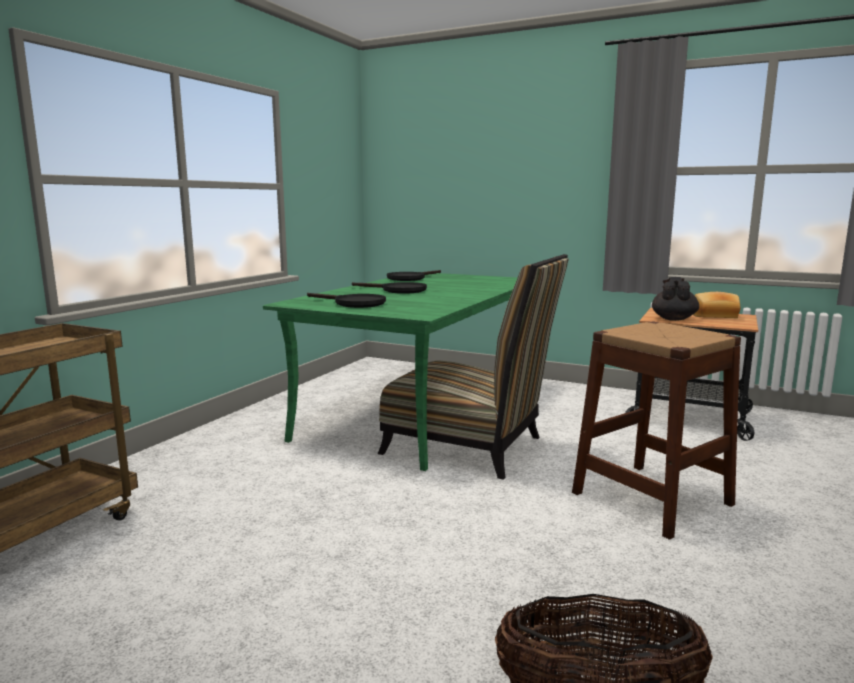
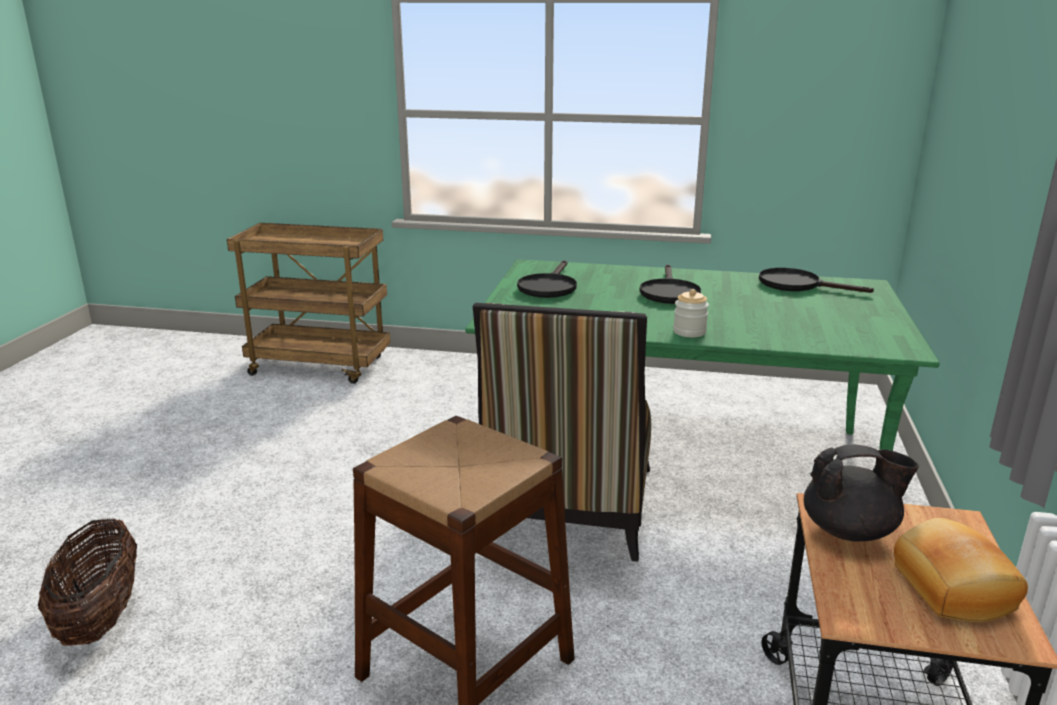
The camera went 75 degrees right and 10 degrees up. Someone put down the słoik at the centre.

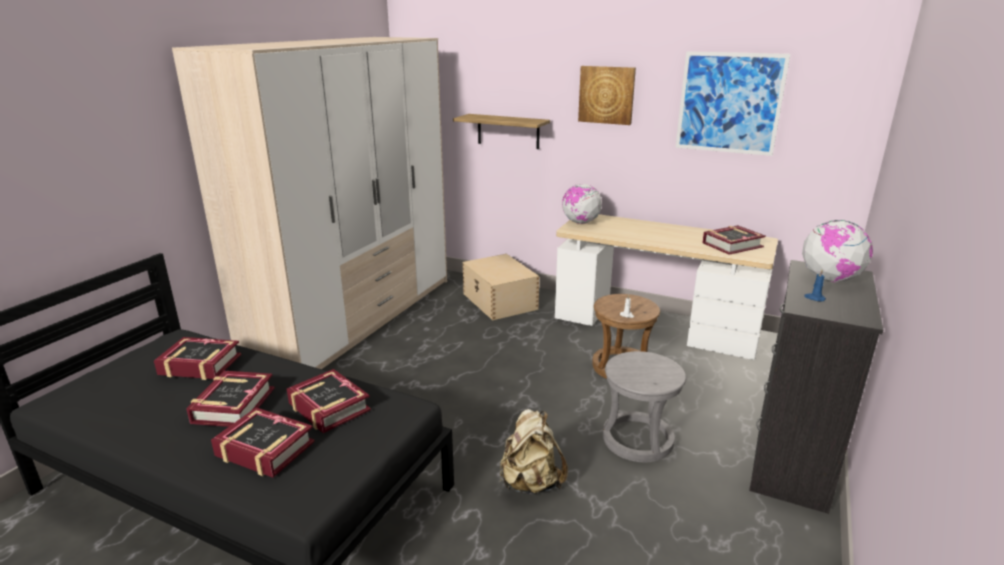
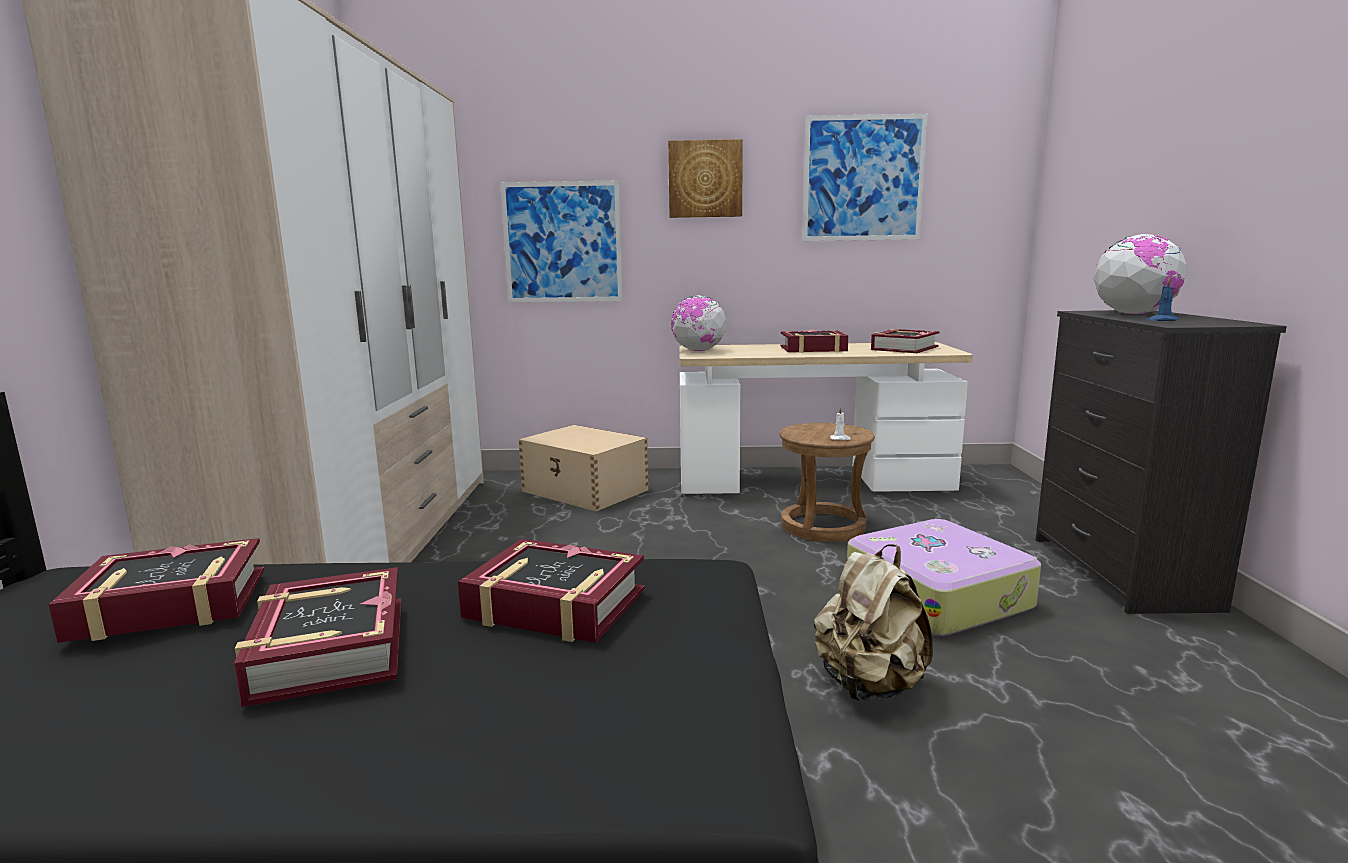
The camera went 25 degrees left and 10 degrees down. Someone carried the książka (no. 3 from left in the first image) from the bottom left to the centre. Someone swapped the półka at the top centre for the obraz (no. 1 from left) at the top centre. Someone swapped the stołek/szary at the bottom centre for the walizka at the bottom right.

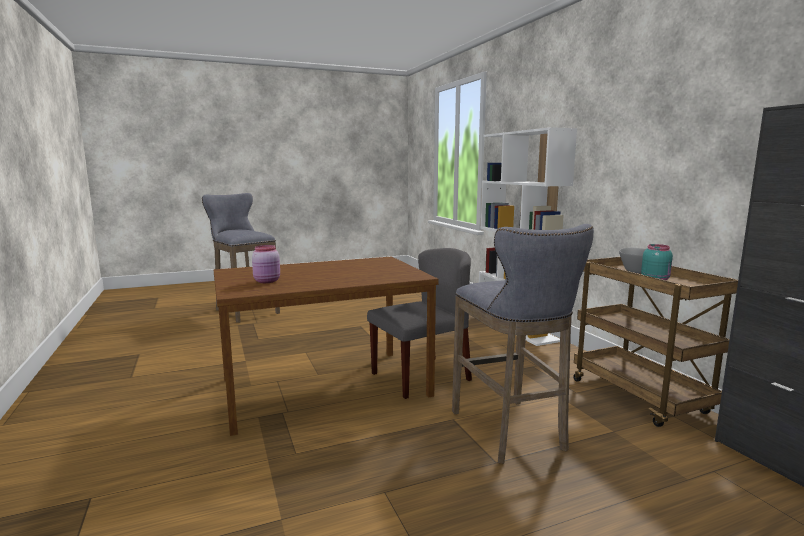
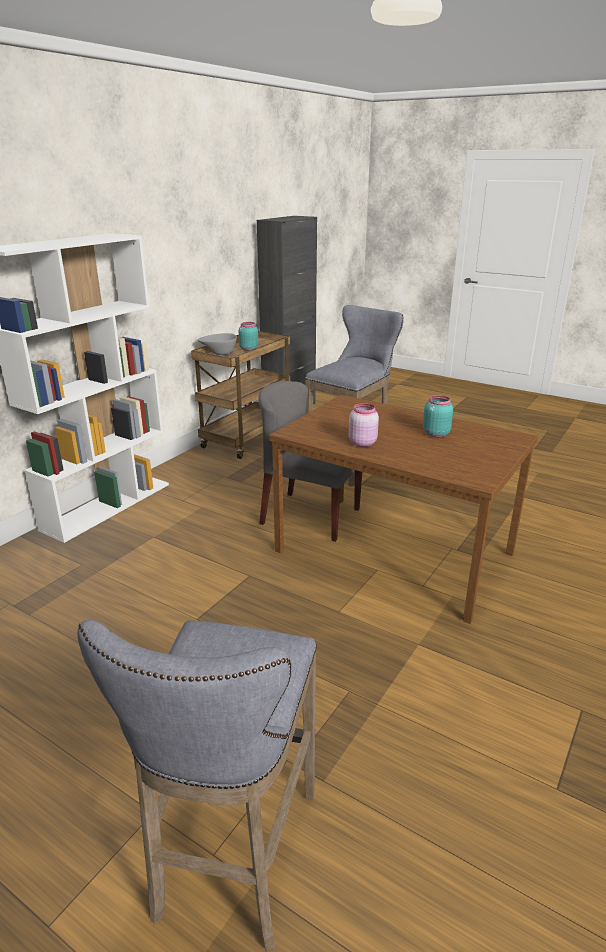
The camera went 125 degrees left and 15 degrees up. Someone carried the słoik/różowy from the middle left to the centre. Someone put down the słoik/turkusowy (no. 2 from left) at the middle right.

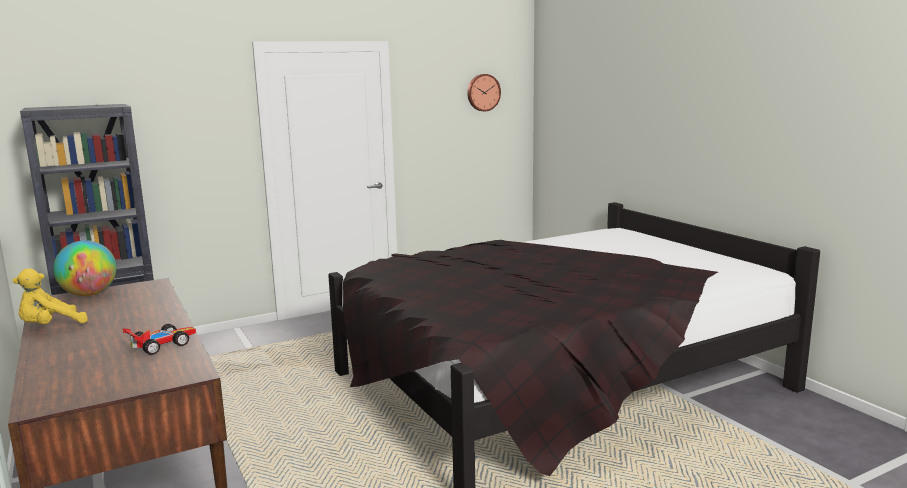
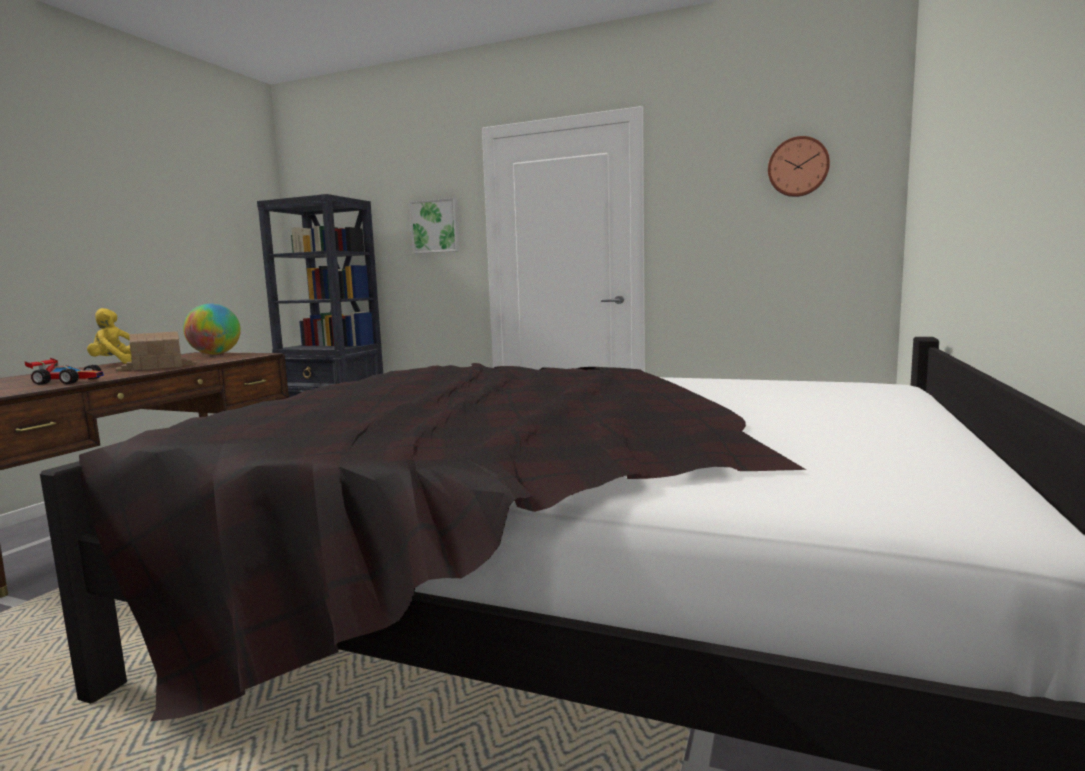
The camera went 50 degrees right and 5 degrees down. Someone put down the domek at the middle left. Someone put up the obraz at the top centre.

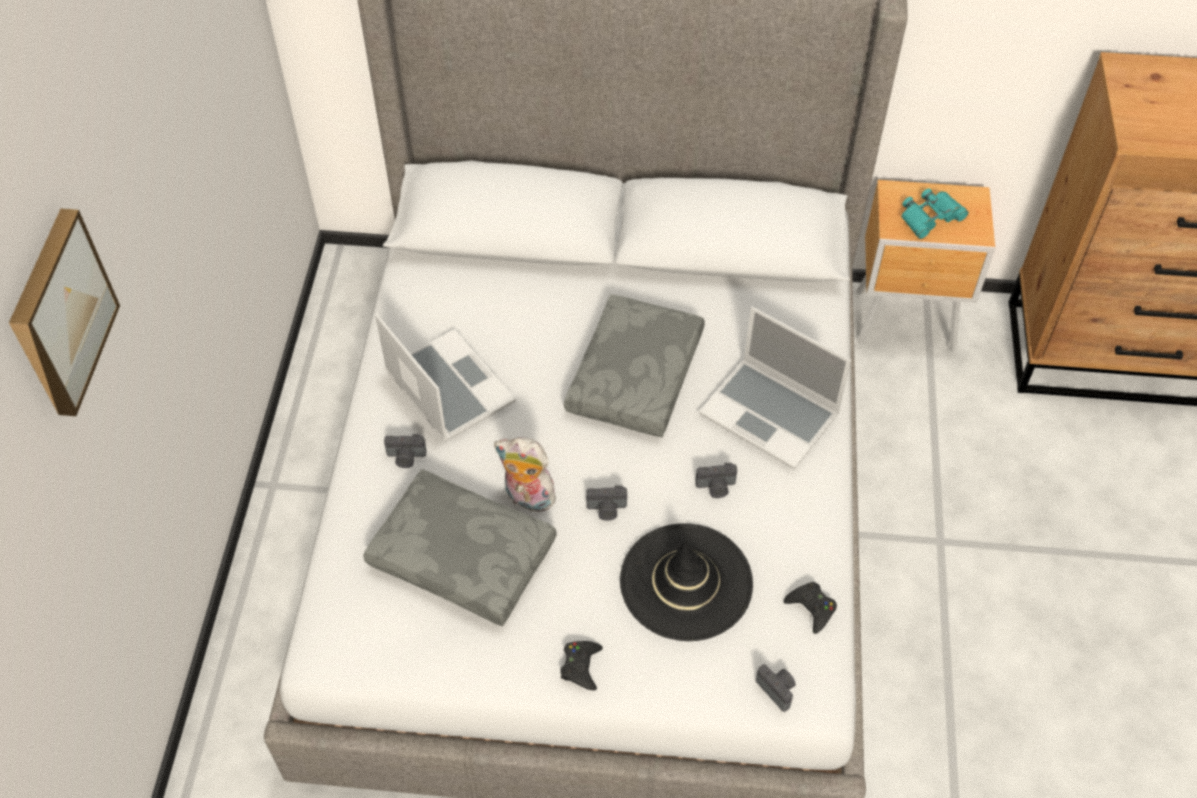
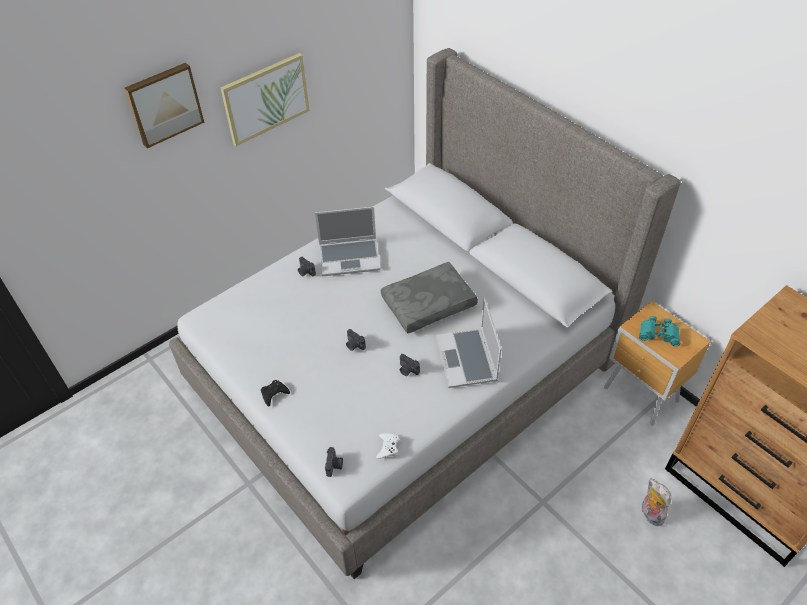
The camera went 45 degrees right and 5 degrees down. Someone took away the poduszka/szary (no. 1 from left) at the bottom centre. Someone rotated the laptop (no. 1 from left) at the centre by 75 degrees clockwise. Someone carried the pluszak from the centre to the bottom right. Someone took away the kapelusz/czarny at the bottom centre. Someone repainted the pad do gier/czarny (no. 2 from left) at the bottom right, which became the pad do gier/biały at the bottom centre. Someone put up the obraz (no. 2 from left) at the top left.

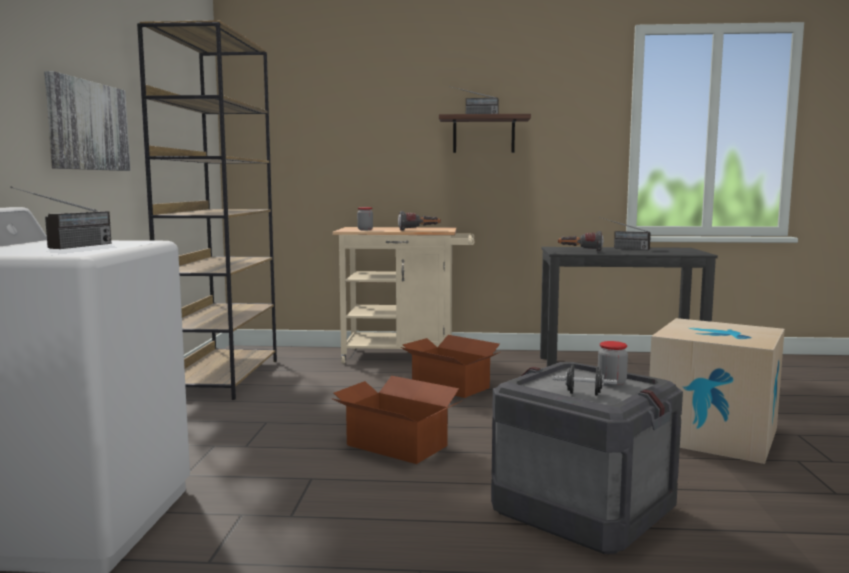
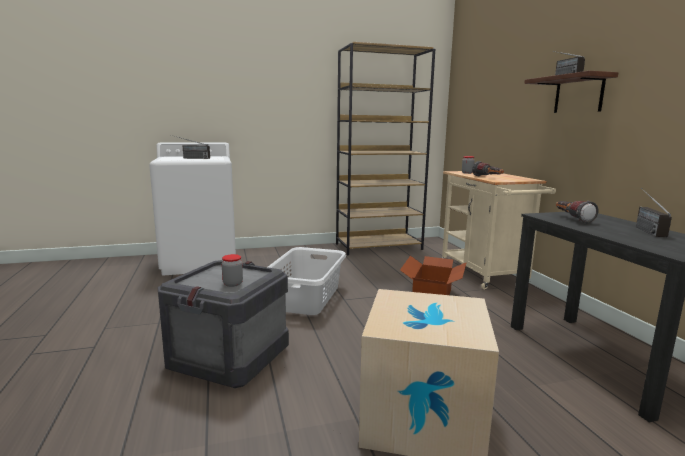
The camera went 70 degrees right and 5 degrees up. Someone took away the obraz at the top left. Someone swapped the karton (no. 1 from left) at the bottom centre for the kosz na pranie/szary at the centre. Someone took away the hantel/czarny at the middle right.

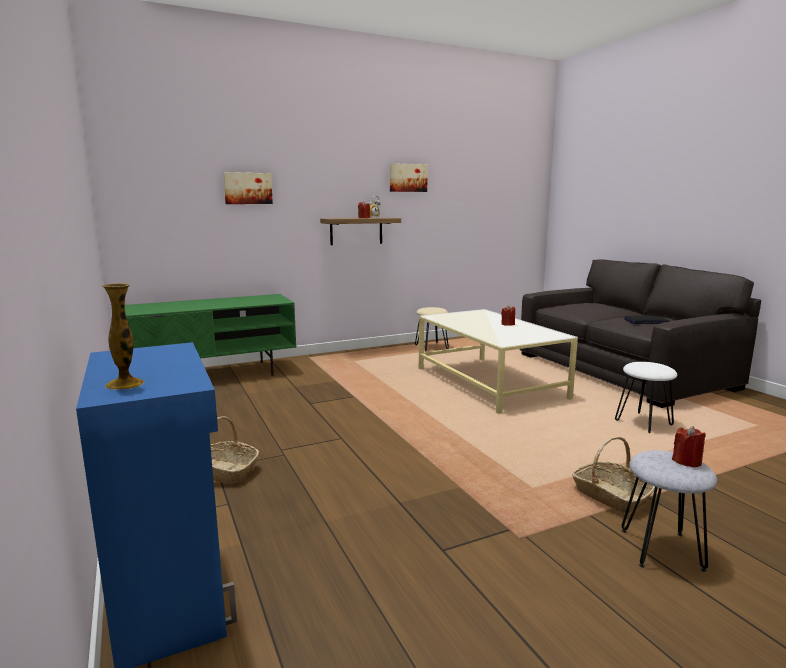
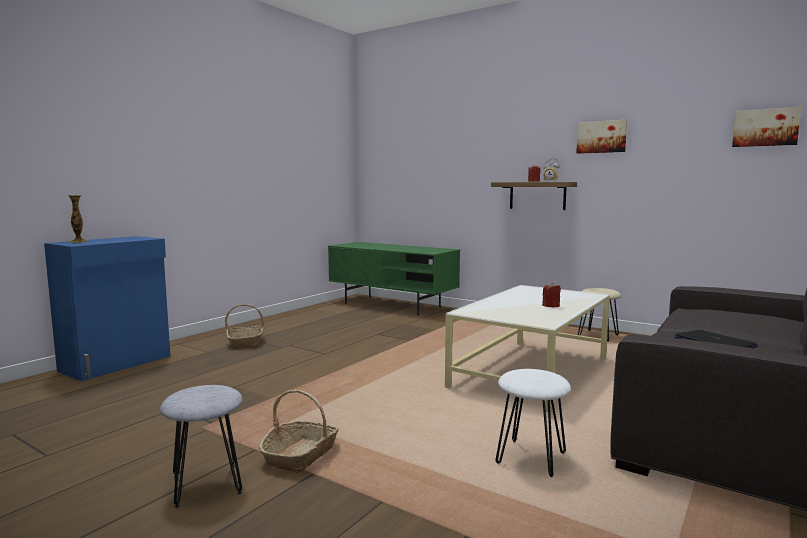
The camera went 60 degrees right and 5 degrees down. Someone carried the obraz (no. 1 from left in the first image) from the top left to the top right. Someone took away the świeca/czerwony (no. 3 from left) at the bottom right.

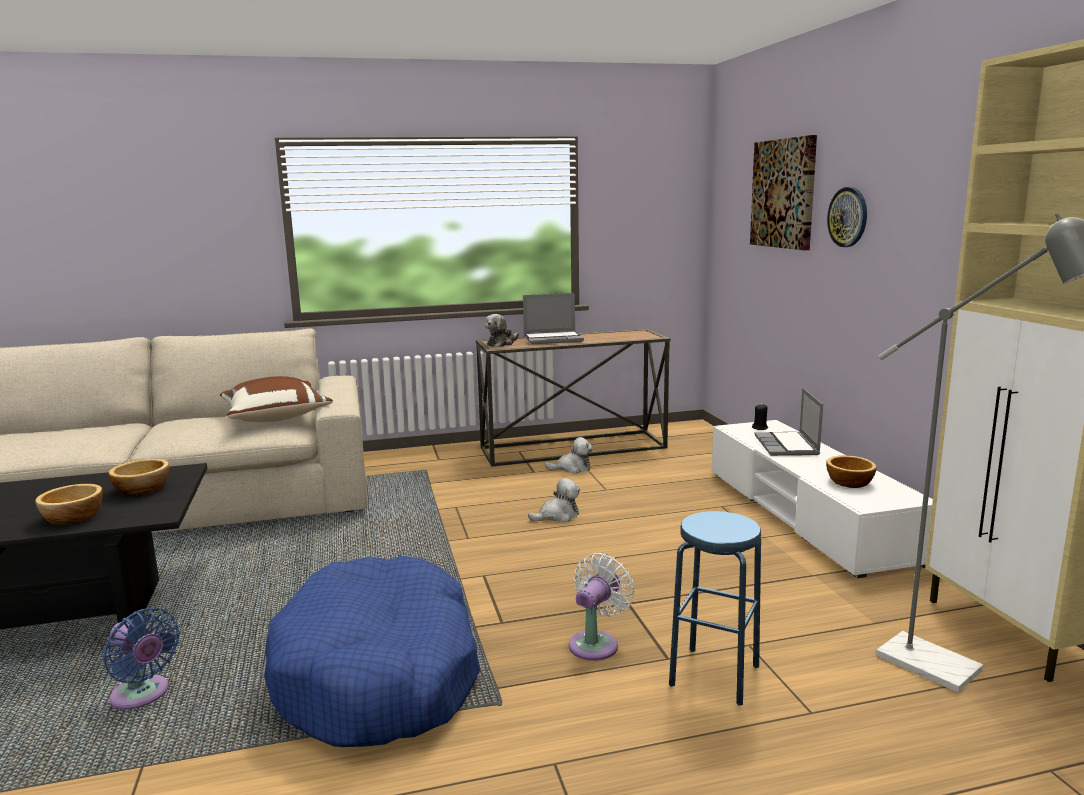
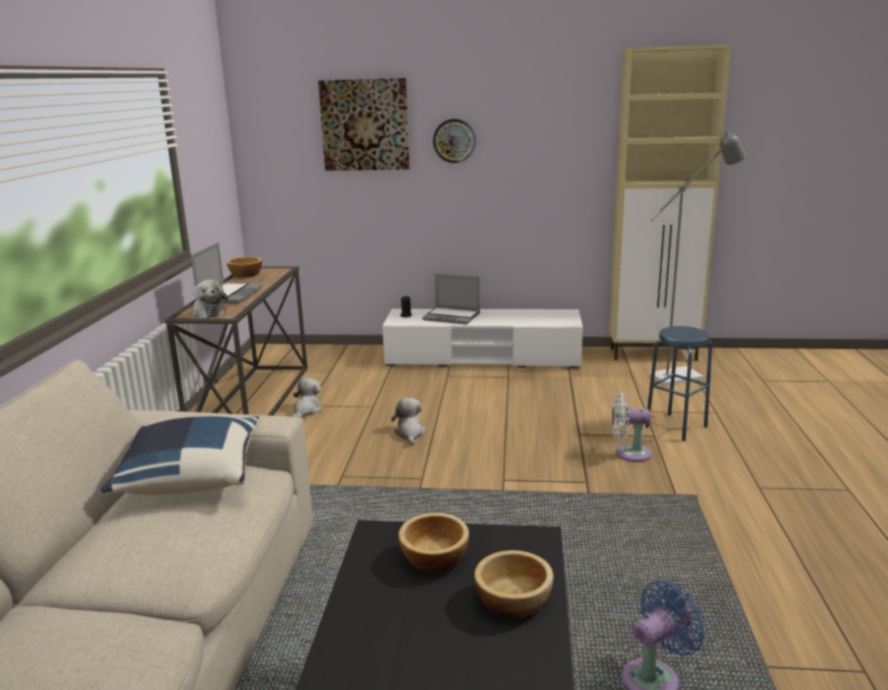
The camera went 70 degrees left and 5 degrees up. Someone repainted the poduszka/brązowy at the middle left, which became the poduszka/niebieski at the middle left. Someone took away the legowisko/niebieski at the bottom centre. Someone rotated the wentylator/biały at the bottom centre by 45 degrees counterclockwise. Someone carried the miska (no. 3 from left in the first image) from the middle right to the middle left.

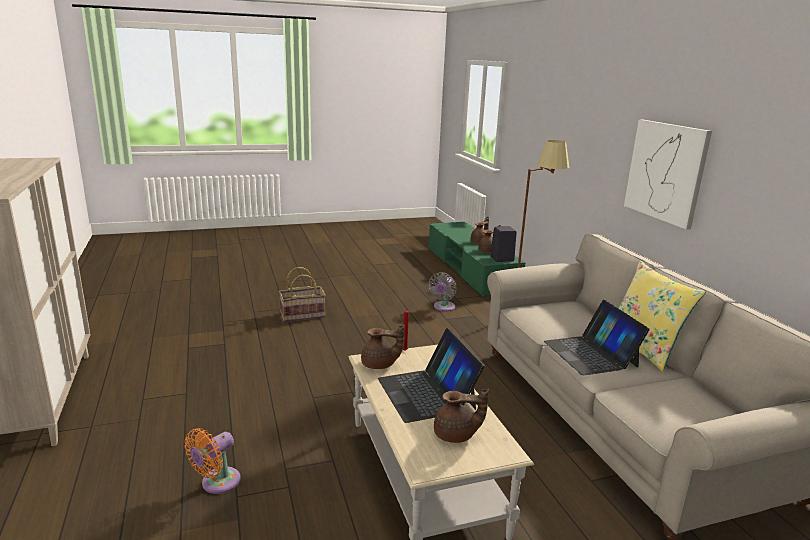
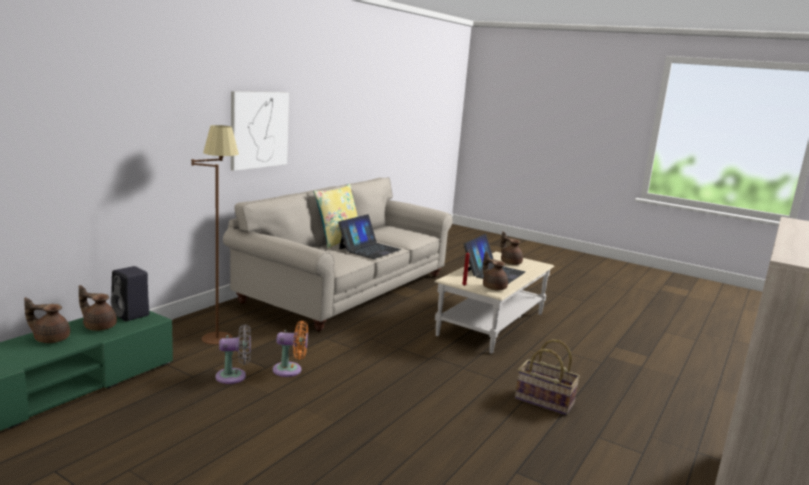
The camera went 130 degrees left and 5 degrees down. Someone carried the wentylator/pomarańczowy from the bottom left to the bottom centre. Someone carried the koszyk from the centre to the bottom right.

